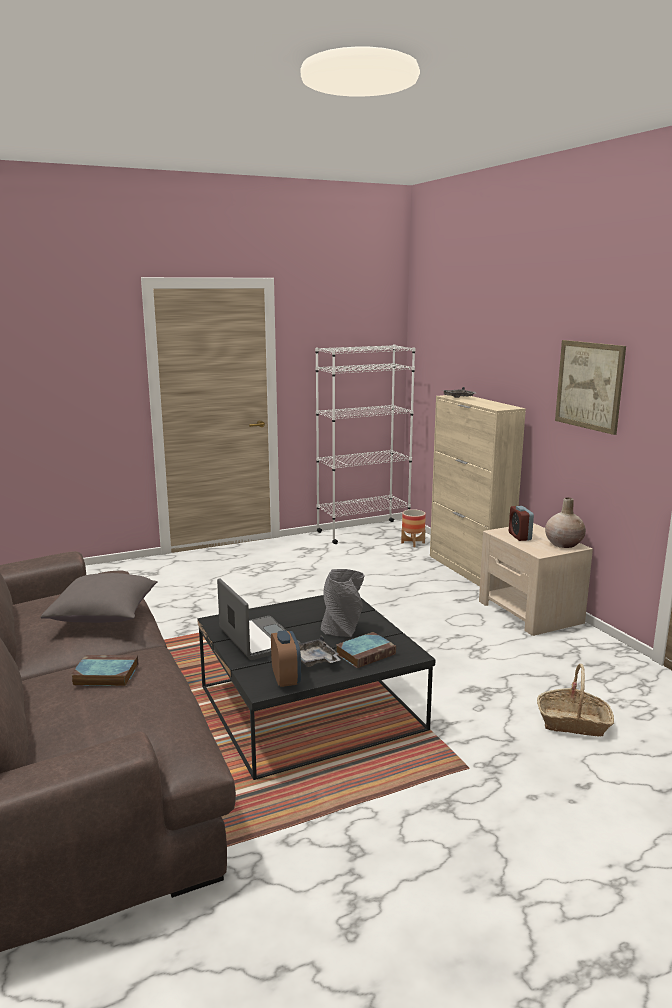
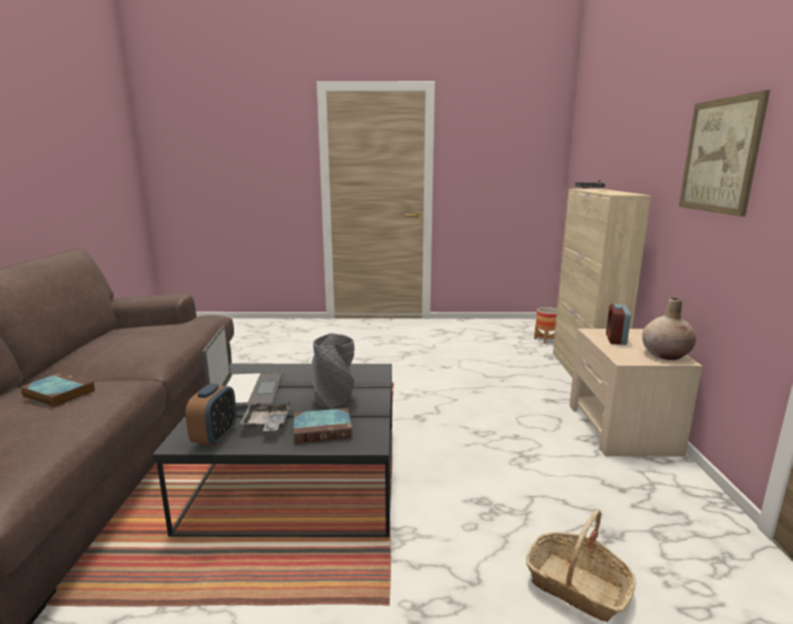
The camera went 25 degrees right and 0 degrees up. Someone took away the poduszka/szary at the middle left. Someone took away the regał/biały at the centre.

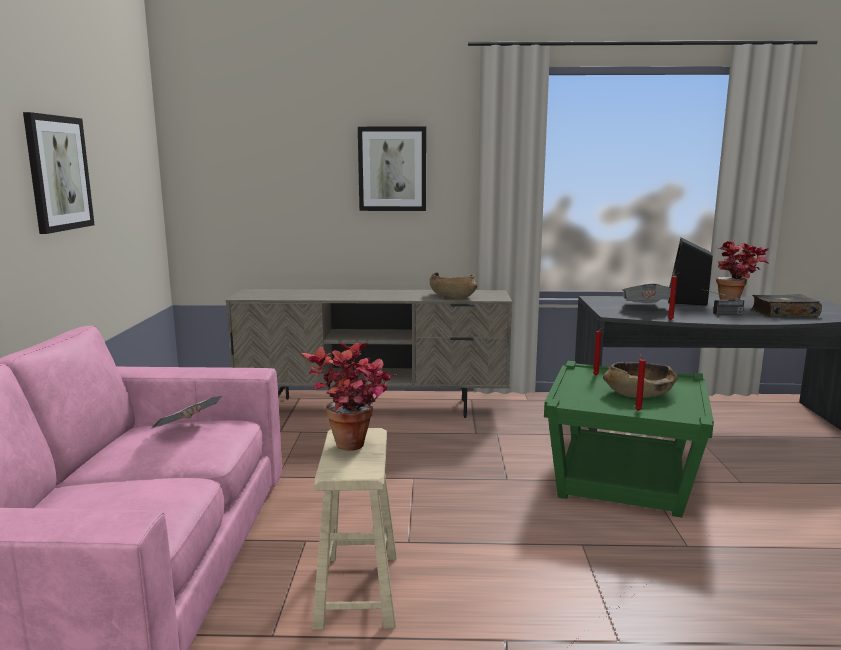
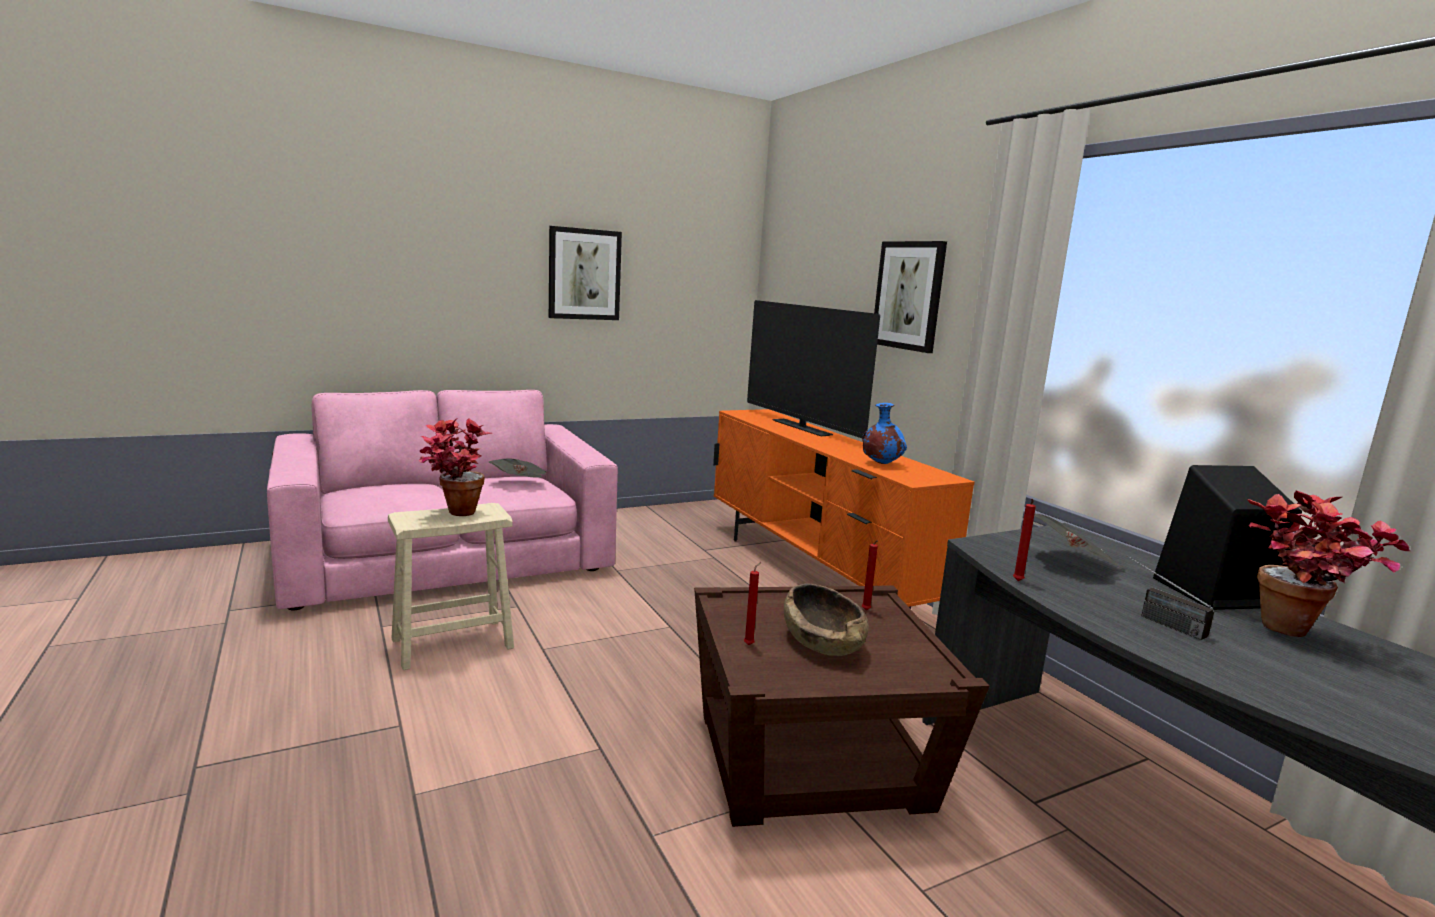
The camera went 60 degrees right and 0 degrees up. Someone repainted the szafka pod telewizor/beżowy at the centre, which became the szafka pod telewizor/pomarańczowy at the centre. Someone swapped the miska/brązowy (no. 1 from left) at the centre for the wazon/niebieski at the centre. Someone repainted the stolik/zielony at the bottom right, which became the stolik/brązowy at the bottom centre. Someone took away the książka at the middle right. Someone put down the telewizor at the centre.

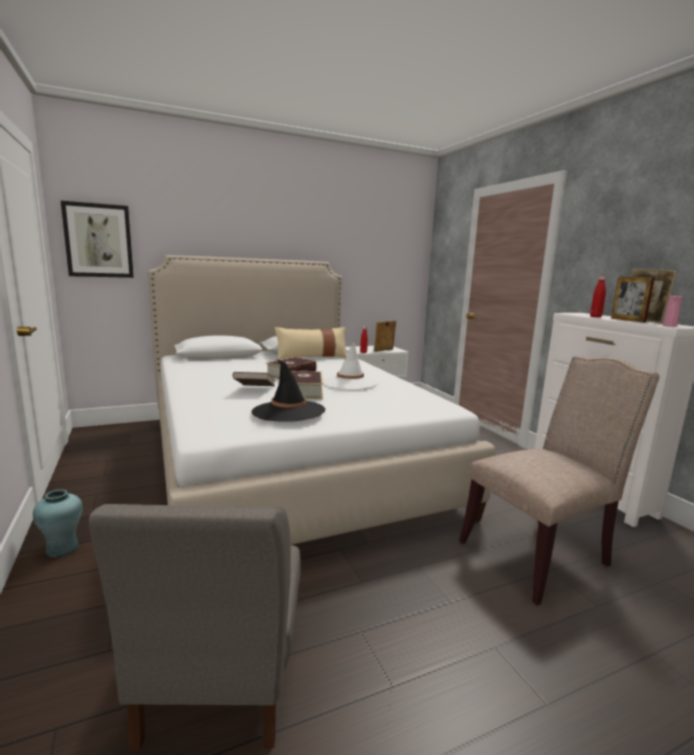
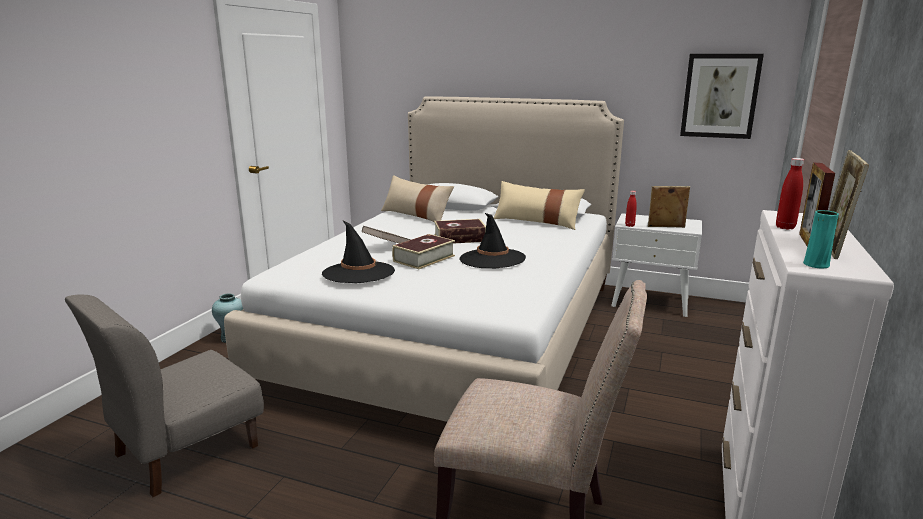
The camera went 45 degrees right and 5 degrees up. Someone carried the obraz from the top left to the top right. Someone repainted the kapelusz/biały at the centre, which became the kapelusz/czarny (no. 2 from left) at the centre. Someone repainted the wazon/różowy at the middle right, which became the wazon/turkusowy (no. 2 from left) at the middle right. Someone put down the poduszka/beżowy (no. 1 from left) at the centre.

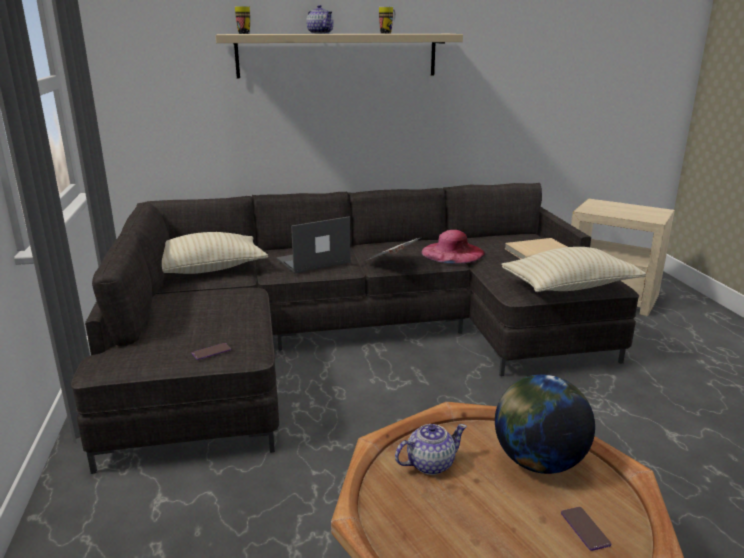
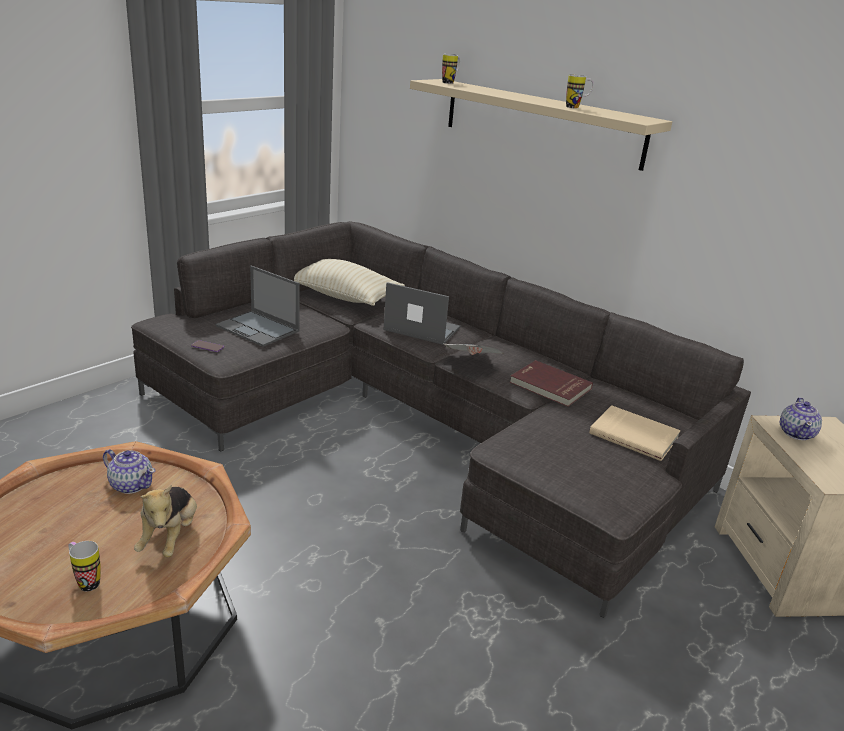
The camera went 50 degrees right and 5 degrees up. Someone carried the imbryk (no. 1 from left in the first image) from the top centre to the middle right. Someone swapped the kapelusz/różowy at the centre for the książka/czerwony at the centre. Someone swapped the globus at the bottom right for the pluszak at the bottom left. Someone took away the poduszka/beżowy (no. 2 from left) at the middle right. Someone swapped the telefon (no. 2 from left) at the bottom right for the kubek (no. 1 from left) at the bottom left. Someone put down the laptop (no. 1 from left) at the middle left.

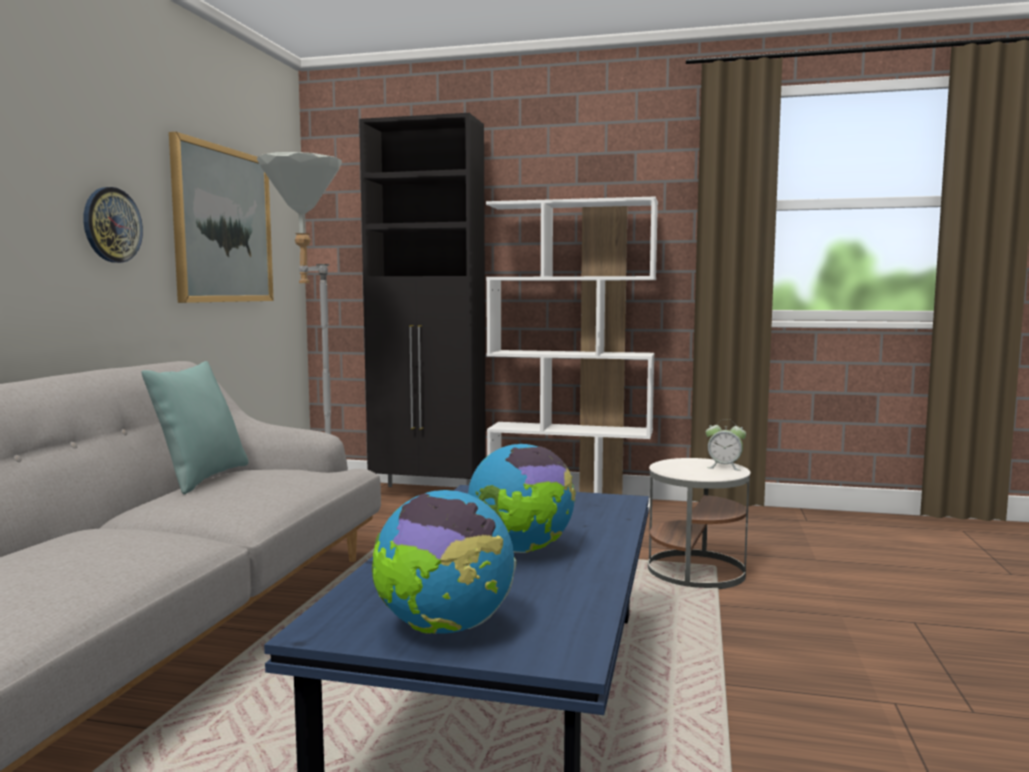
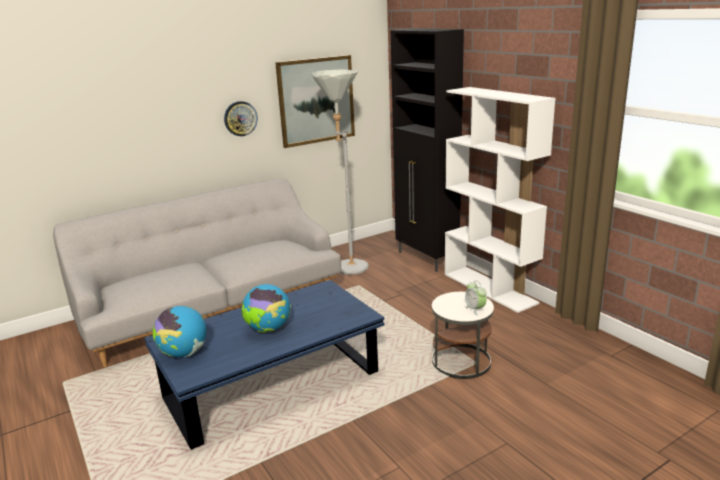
The camera went 45 degrees right and 15 degrees up. Someone took away the poduszka/turkusowy at the middle left.

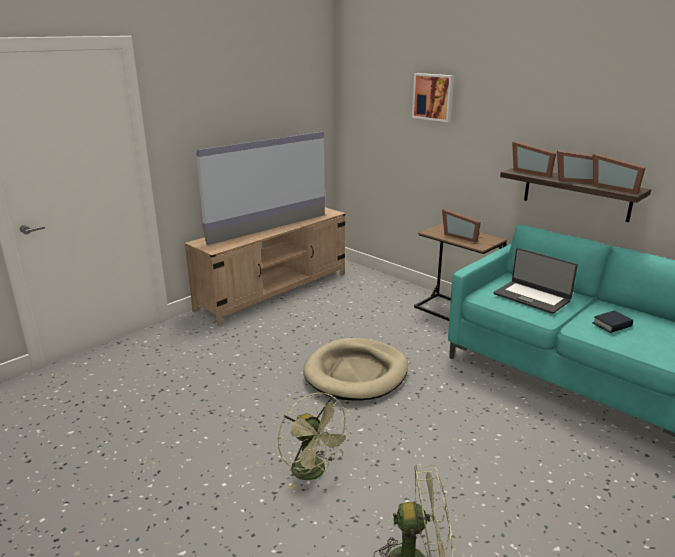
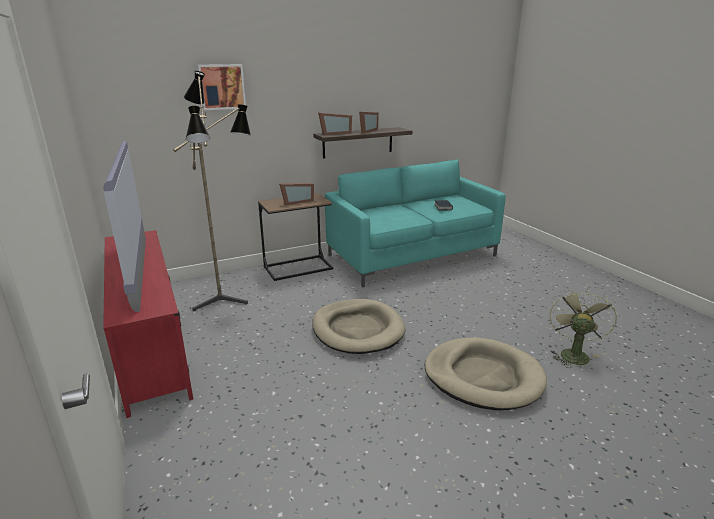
The camera went 70 degrees left and 0 degrees up. Someone repainted the szafka pod telewizor/beżowy at the centre, which became the szafka pod telewizor/czerwony at the middle left. Someone swapped the wentylator/zielony (no. 1 from left) at the bottom centre for the legowisko/beżowy (no. 2 from left) at the bottom right. Someone took away the laptop at the middle right. Someone took away the ramka na zdjęcie (no. 4 from left) at the top right. Someone put down the lampa stojąca at the middle left.

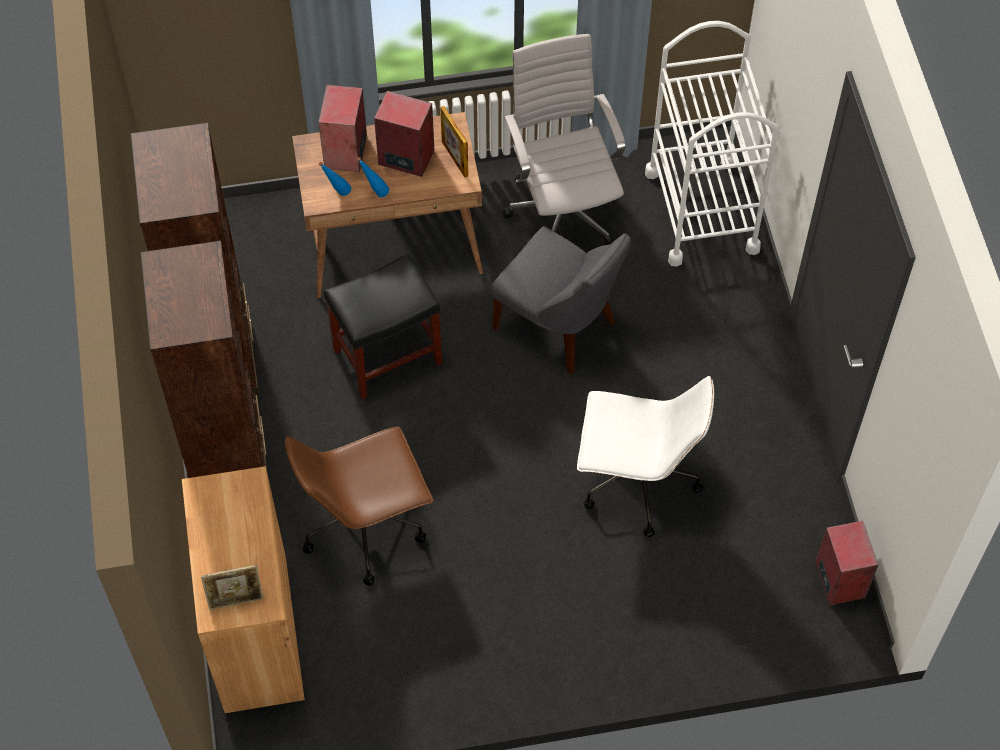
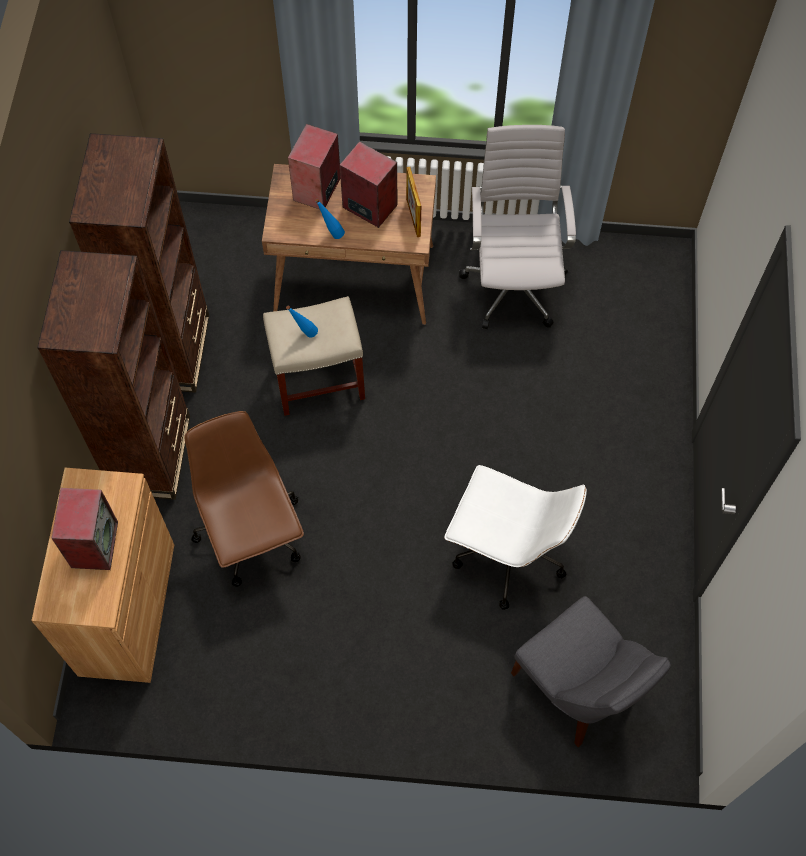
The camera went 15 degrees right and 5 degrees up. Someone took away the ramka na zdjęcie (no. 1 from left) at the bottom left. Someone rotated the krzesło biurowe/brązowy at the bottom centre by 75 degrees clockwise. Someone carried the butelka/niebieski (no. 1 from left) from the top centre to the centre. Someone repainted the stołek/czarny at the centre, which became the stołek/beżowy at the centre. Someone carried the krzesło/szary from the centre to the bottom right. Someone took away the wózek/biały at the top right. Someone carried the głośnik (no. 3 from left in the first image) from the bottom right to the middle left.

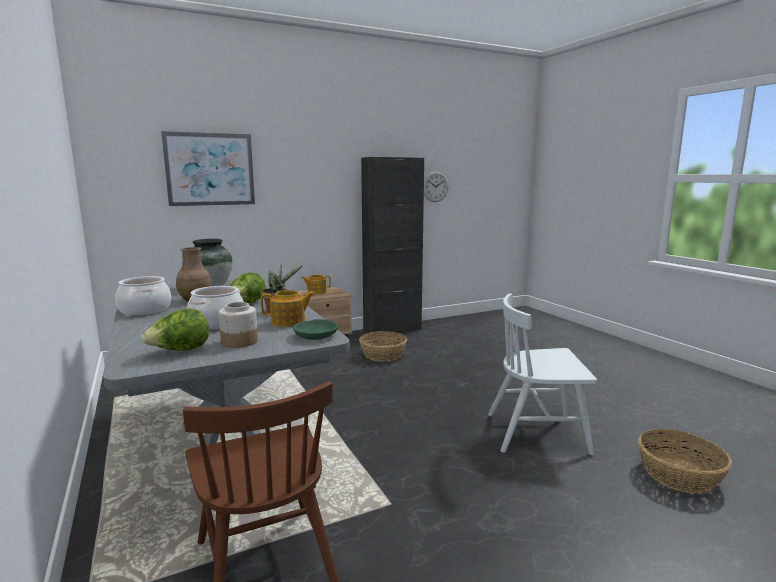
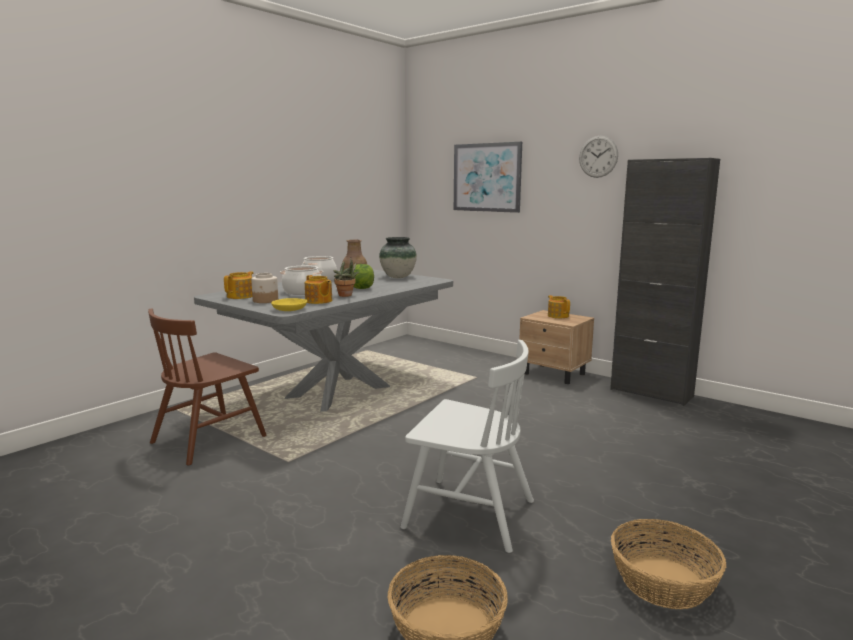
The camera went 65 degrees right and 0 degrees up. Someone swapped the sałata (no. 1 from left) at the middle left for the imbryk (no. 1 from left) at the middle left. Someone repainted the miska/zielony at the centre, which became the miska/żółty at the centre. Someone carried the koszyk (no. 1 from left in the first image) from the centre to the bottom right. Someone carried the zegar ścienny from the top centre to the top right. Someone rotated the krzesło/biały at the middle right by 135 degrees clockwise.

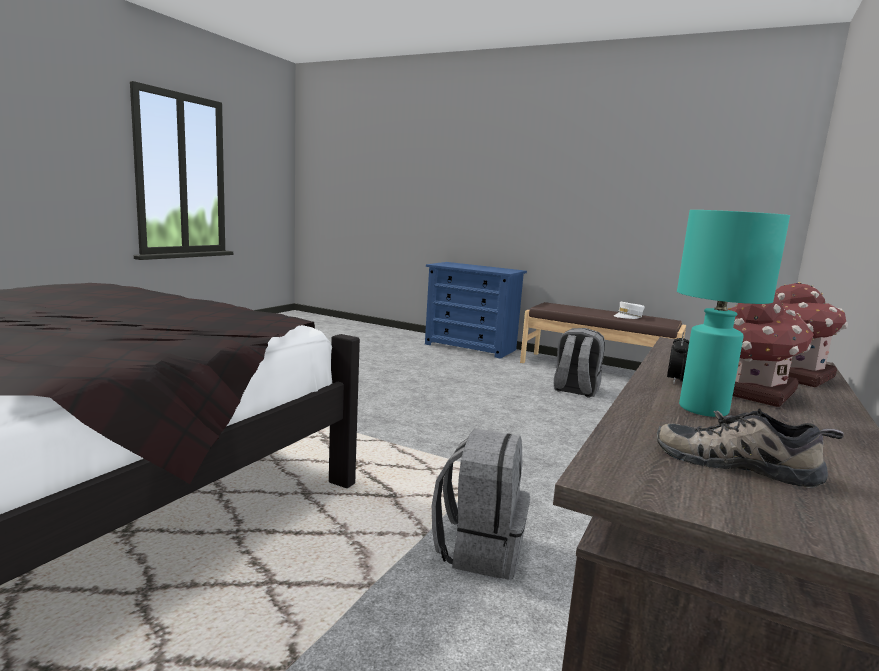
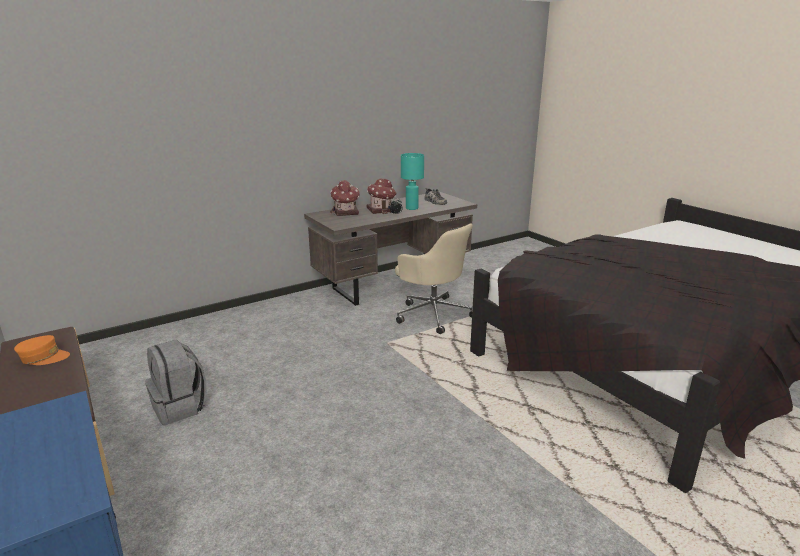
The camera went 150 degrees left and 10 degrees up. Someone swapped the plecak/szary (no. 1 from left) at the bottom centre for the krzesło biurowe/beżowy at the centre. Someone repainted the czapka z daszkiem/biały at the middle right, which became the czapka z daszkiem/pomarańczowy at the middle left.

